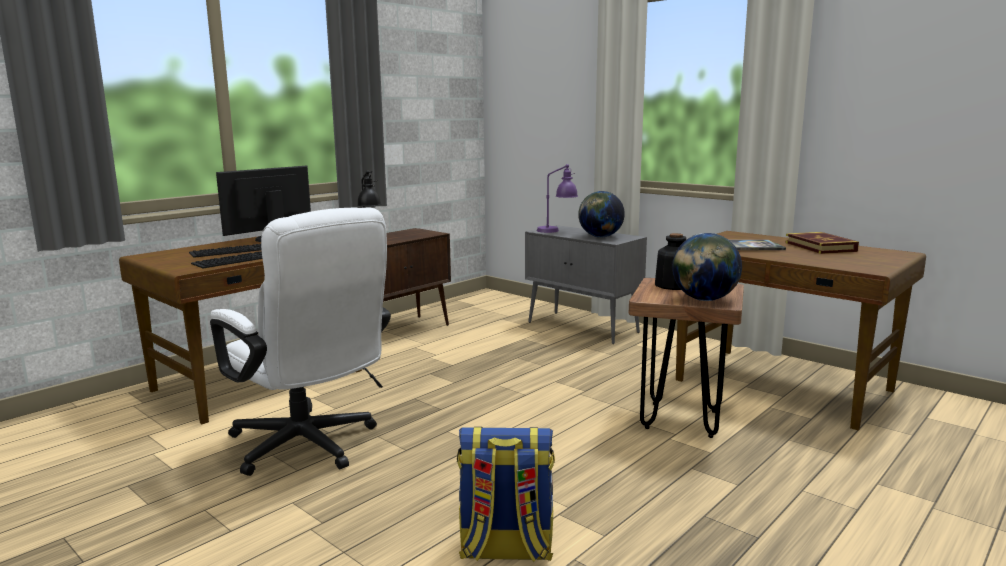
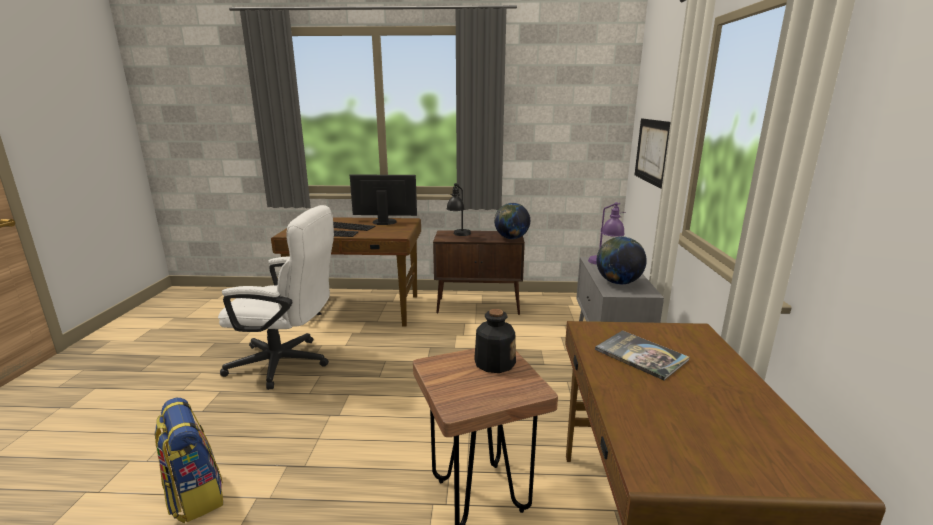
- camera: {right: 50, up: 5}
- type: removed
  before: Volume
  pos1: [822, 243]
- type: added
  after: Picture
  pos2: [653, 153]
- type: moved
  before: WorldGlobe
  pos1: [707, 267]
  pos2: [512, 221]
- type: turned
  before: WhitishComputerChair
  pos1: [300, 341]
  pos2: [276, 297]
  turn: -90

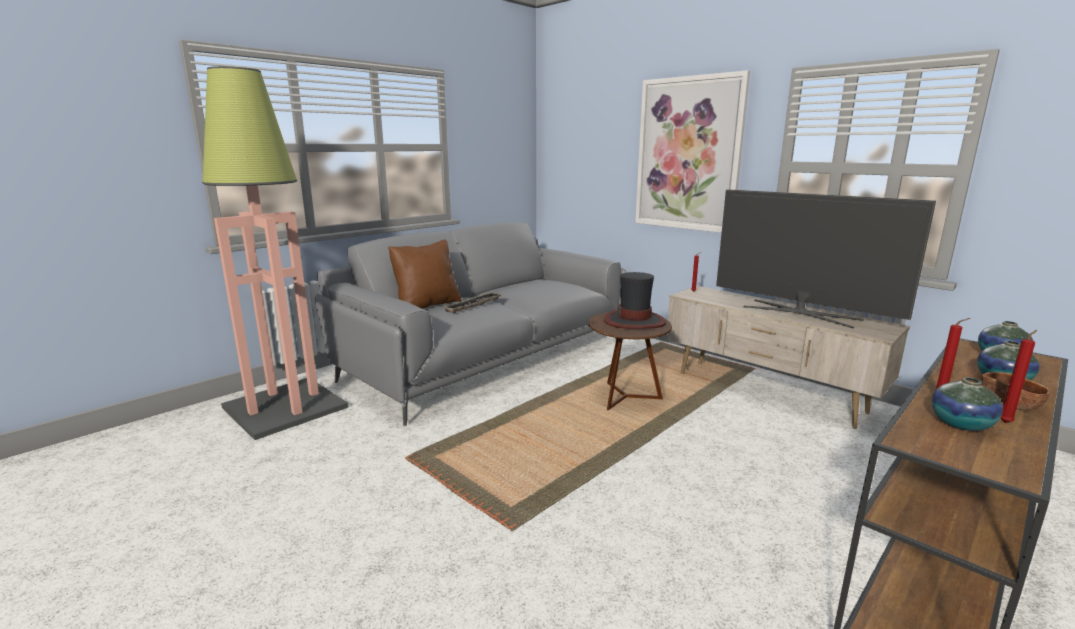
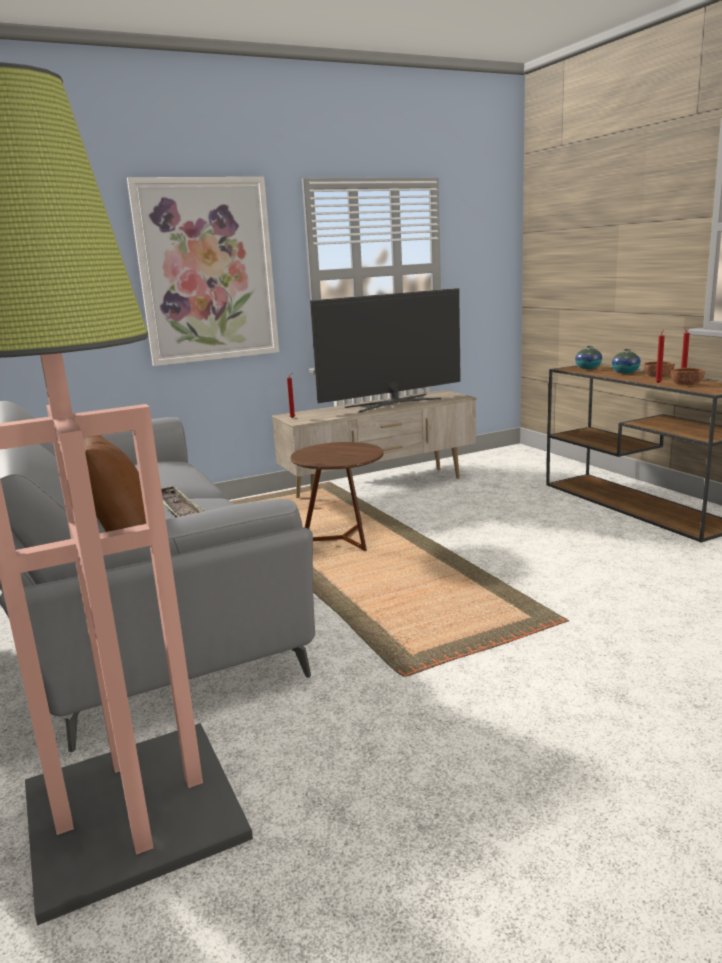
- camera: {right: -70, up: 0}
- type: removed
  before: WearableHat
  pos1: [635, 300]
- type: replaced
  before: Vase
  after: BrownBowl
  pos1: [967, 404]
  pos2: [688, 376]

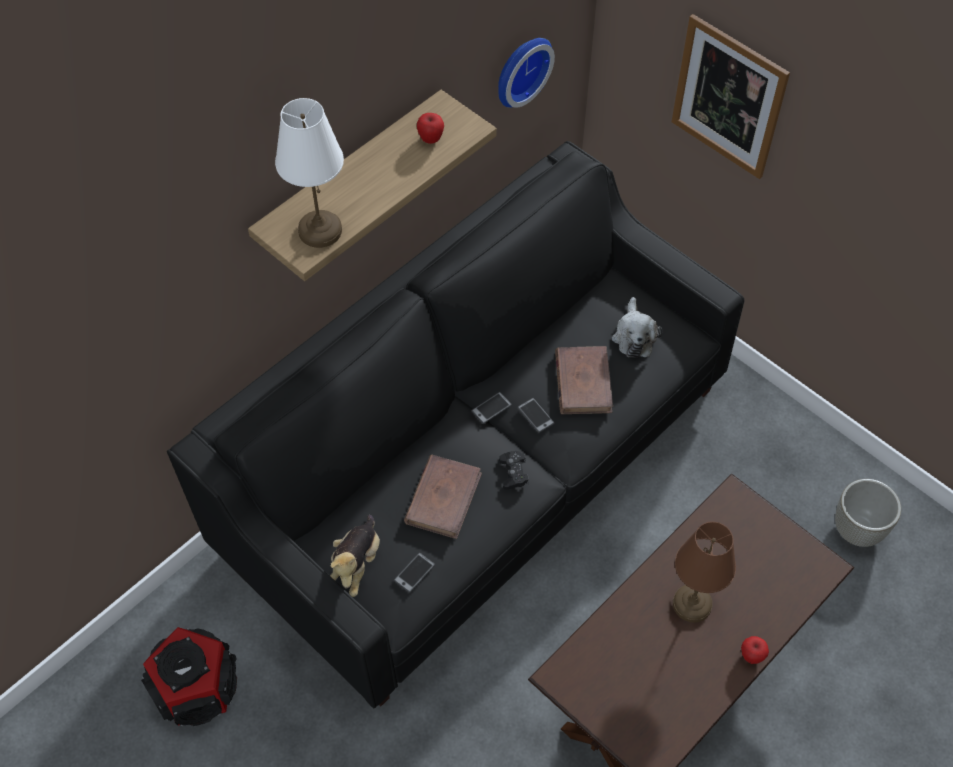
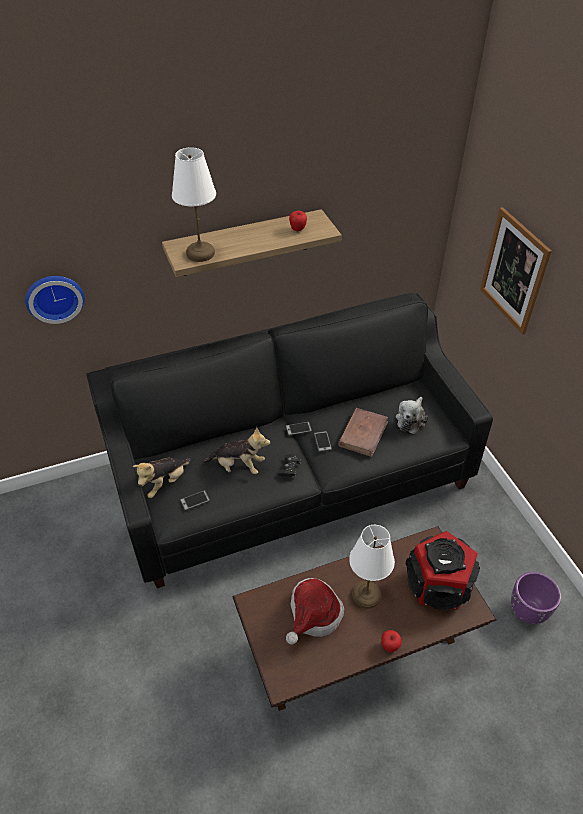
- camera: {right: 25, up: -10}
- type: added
  after: WearableHat
  pos2: [315, 611]
- type: moved
  before: Loudspeaker
  pos1: [189, 676]
  pos2: [443, 570]
- type: moved
  before: HangingClock
  pos1: [526, 73]
  pos2: [55, 300]
- type: replaced
  before: BrownVolume
  after: PlushToy
  pos1: [443, 496]
  pos2: [236, 450]
- type: recoloured
  before: BrownTableLamp
  after: WhitishTableLamp
  pos1: [704, 572]
  pos2: [372, 567]
- type: recoloured
  before: GreyishFlowerPot
  after: PurpleFlowerPot
  pos1: [868, 513]
  pos2: [536, 598]

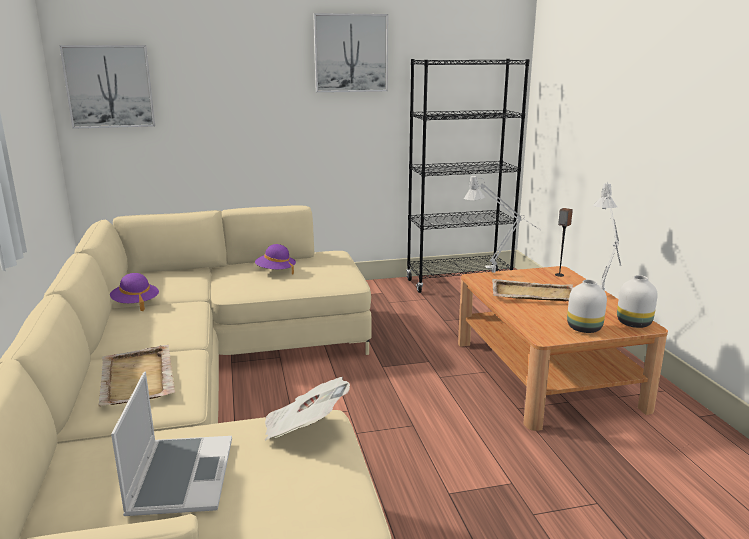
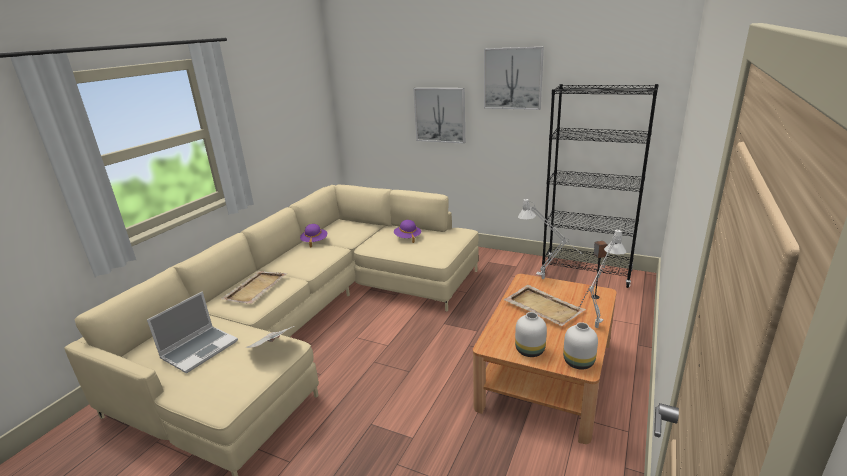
- camera: {right: 40, up: 5}
- type: moved
  before: Picture
  pos1: [107, 87]
  pos2: [439, 116]

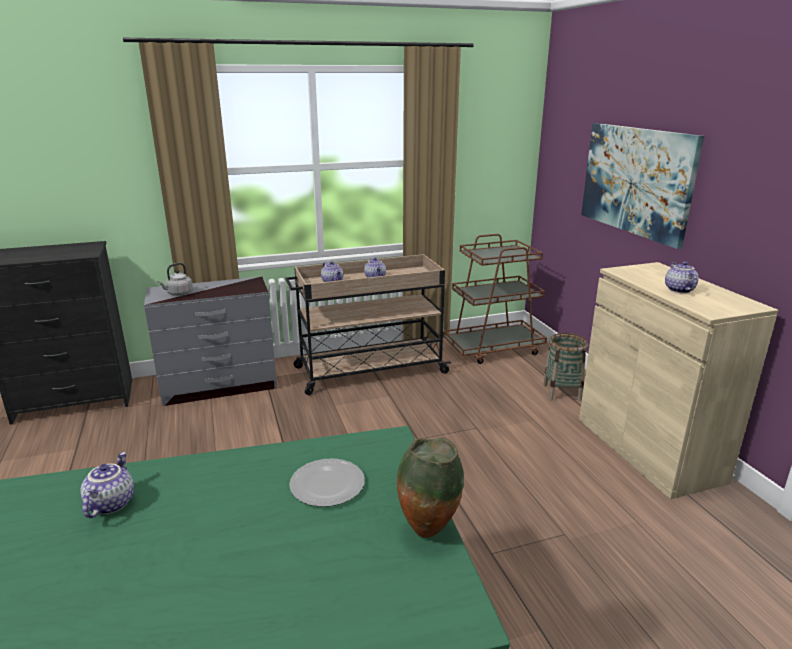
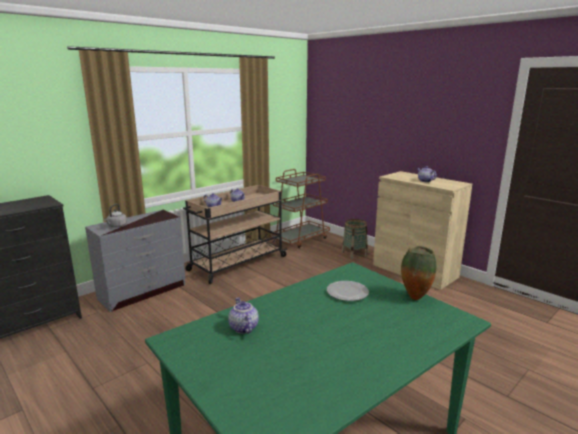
- camera: {right: -25, up: -5}
- type: removed
  before: Picture
  pos1: [642, 186]

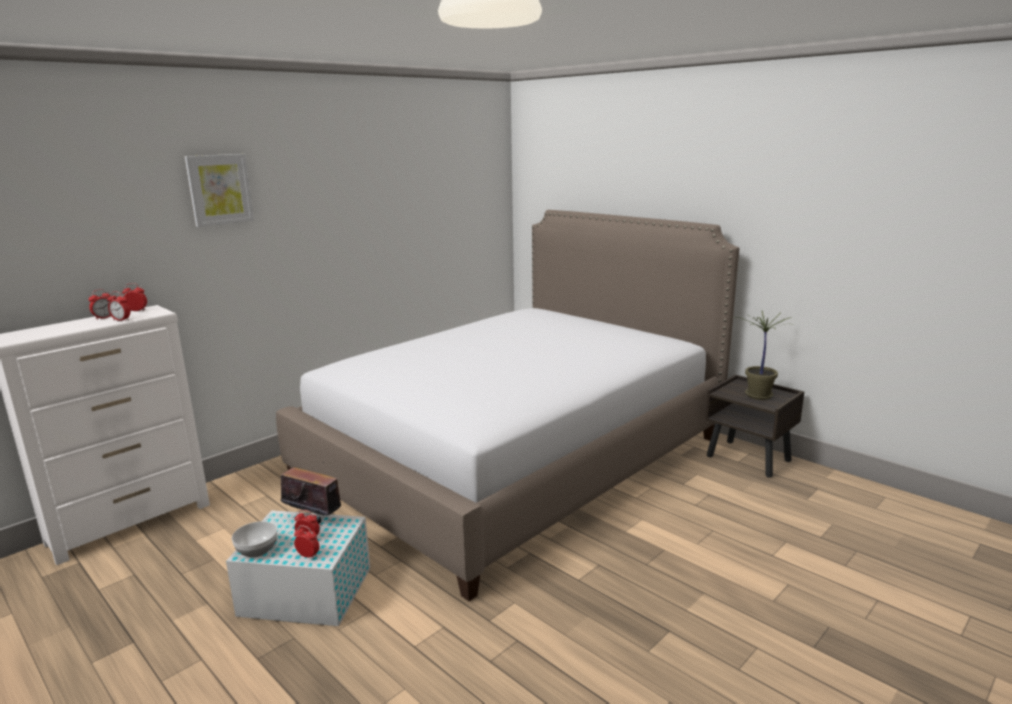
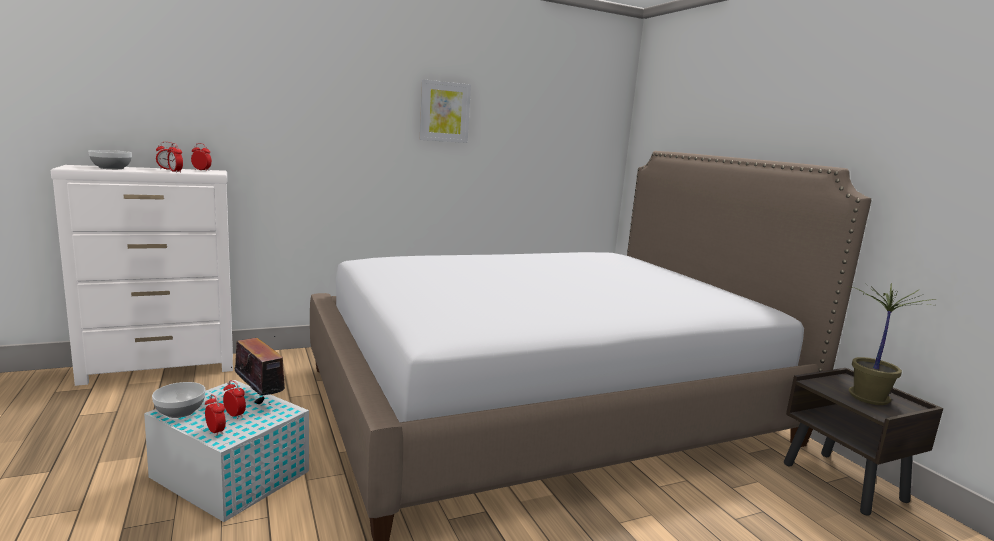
- camera: {right: 20, up: -5}
- type: added
  after: Bowl
  pos2: [110, 159]
- type: moved
  before: Picture
  pos1: [219, 190]
  pos2: [445, 111]

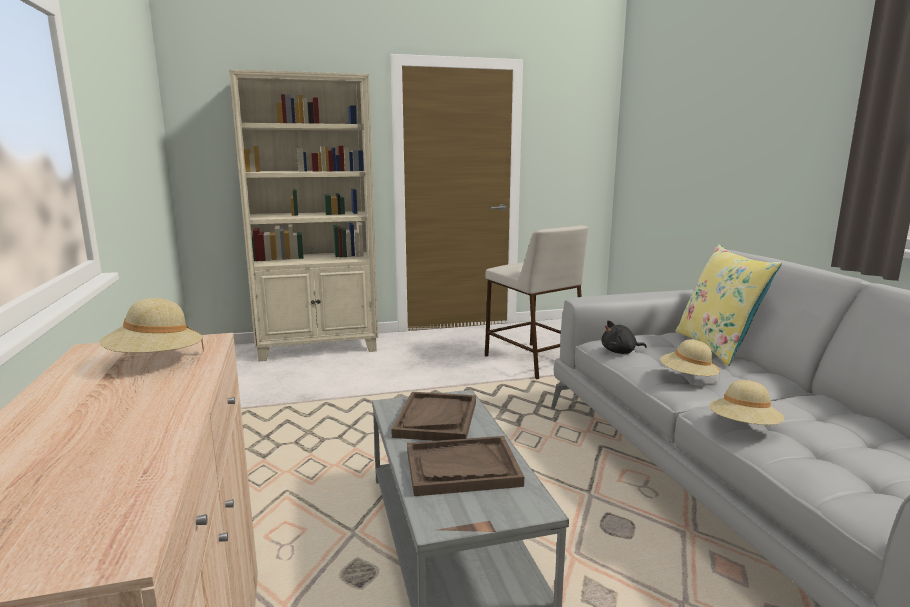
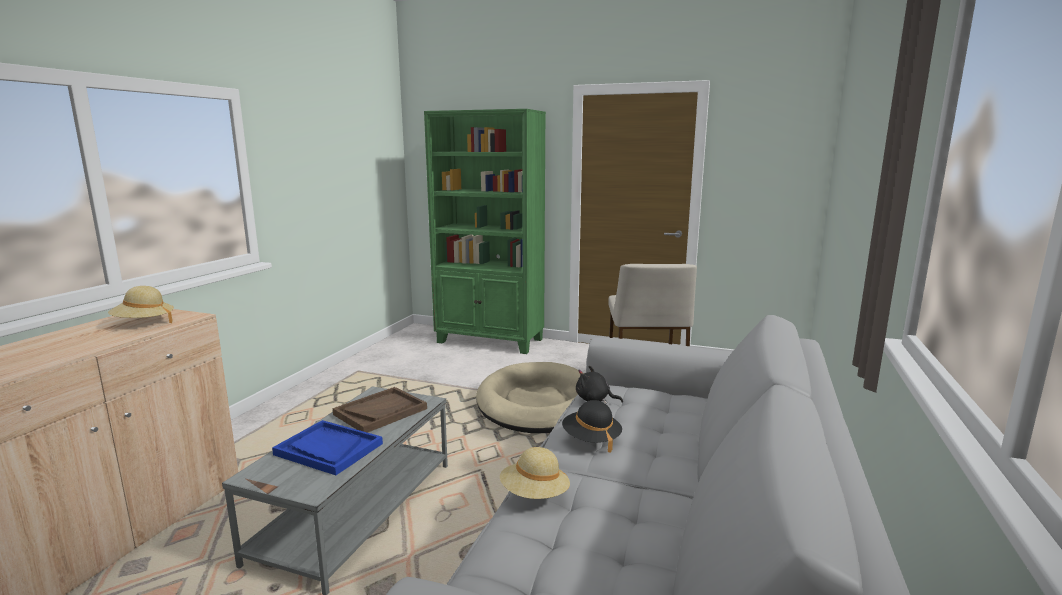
- camera: {right: 35, up: 0}
- type: removed
  before: YellowColouredThrowPillow
  pos1: [729, 305]
- type: added
  after: SandColouredPetBed
  pos2: [530, 397]
- type: recoloured
  before: SandColouredBookcase
  after: GreenBookcase
  pos1: [303, 215]
  pos2: [485, 231]
- type: recoloured
  before: BrownServingTray
  after: BlueColouredServingTray
  pos1: [465, 466]
  pos2: [327, 447]
- type: recoloured
  before: SandColouredWearableHat
  after: BlackishWearableHat
  pos1: [690, 357]
  pos2: [592, 426]

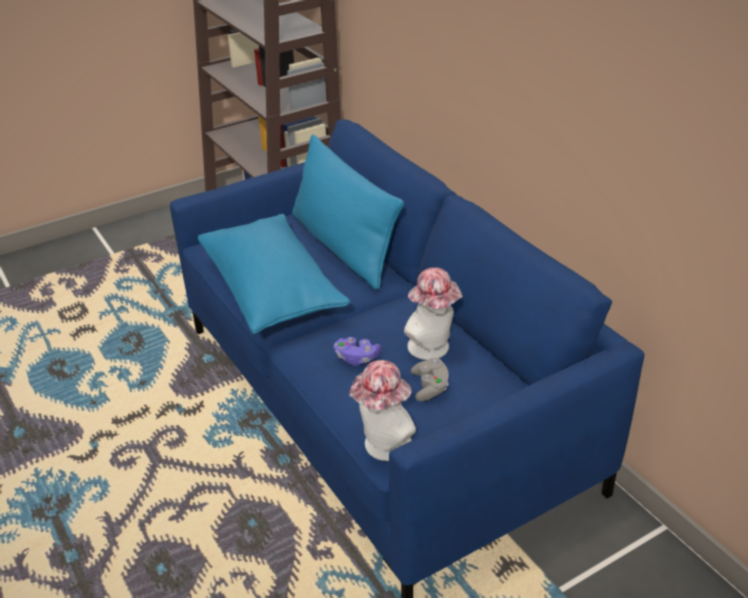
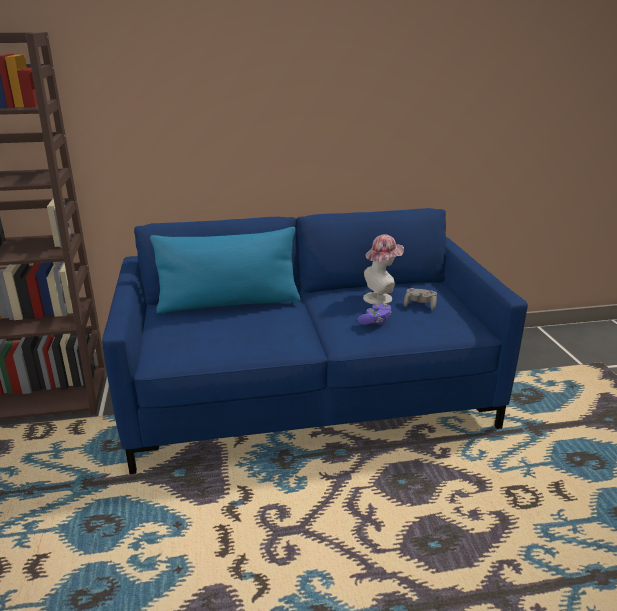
- camera: {right: -70, up: -10}
- type: removed
  before: BlueColouredThrowPillow
  pos1: [274, 274]
- type: removed
  before: WearableHat
  pos1: [382, 410]

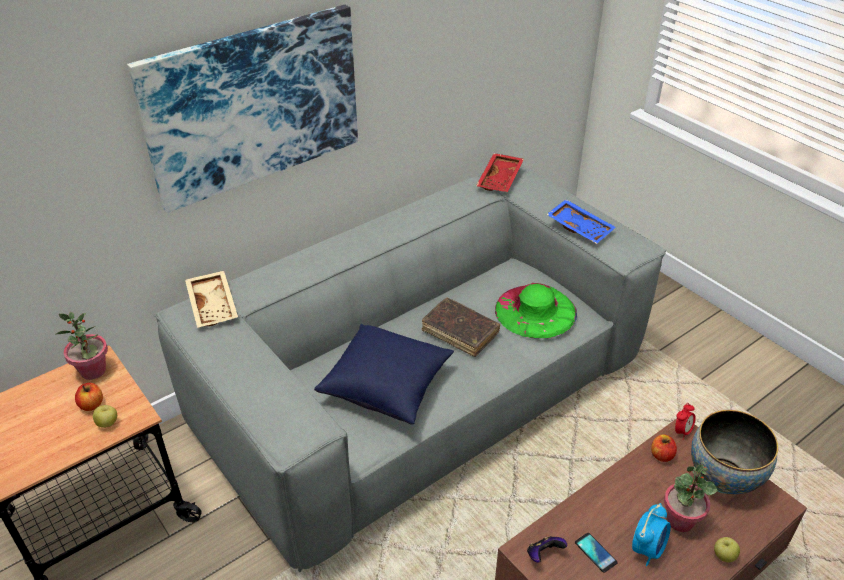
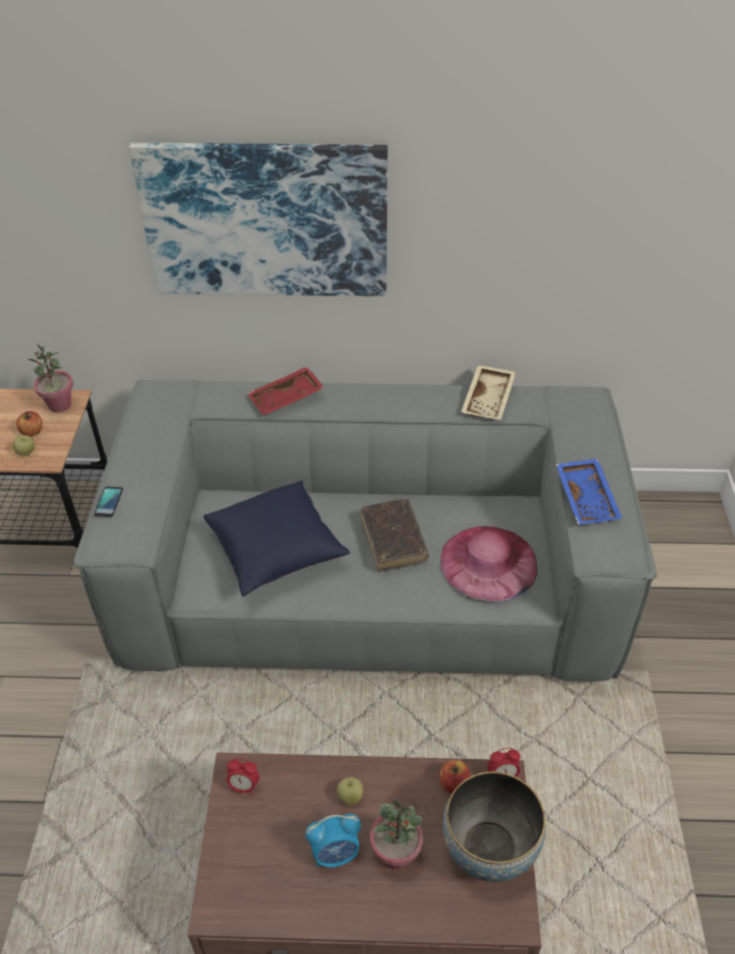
- camera: {right: 40, up: 5}
- type: moved
  before: SandColouredServingTray
  pos1: [211, 299]
  pos2: [488, 392]
- type: moved
  before: ReddishServingTray
  pos1: [500, 172]
  pos2: [285, 391]
- type: moved
  before: Telephone
  pos1: [596, 553]
  pos2: [108, 502]
- type: moved
  before: WholeApple
  pos1: [727, 549]
  pos2: [350, 791]
- type: replaced
  before: GameController
  after: AlarmClock
  pos1: [547, 549]
  pos2: [243, 776]
- type: recoloured
  before: GreenWearableHat
  after: PinkColouredWearableHat
  pos1: [536, 311]
  pos2: [488, 564]

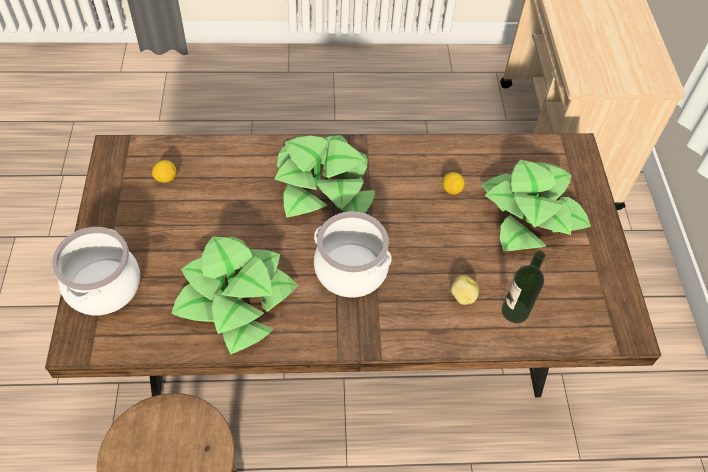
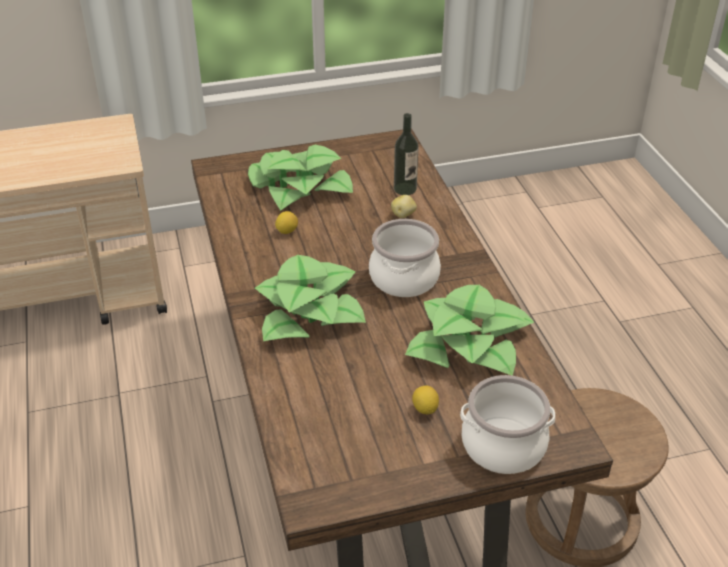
- camera: {right: -100, up: -15}
- type: moved
  before: Lemon
  pos1: [164, 171]
  pos2: [425, 400]

